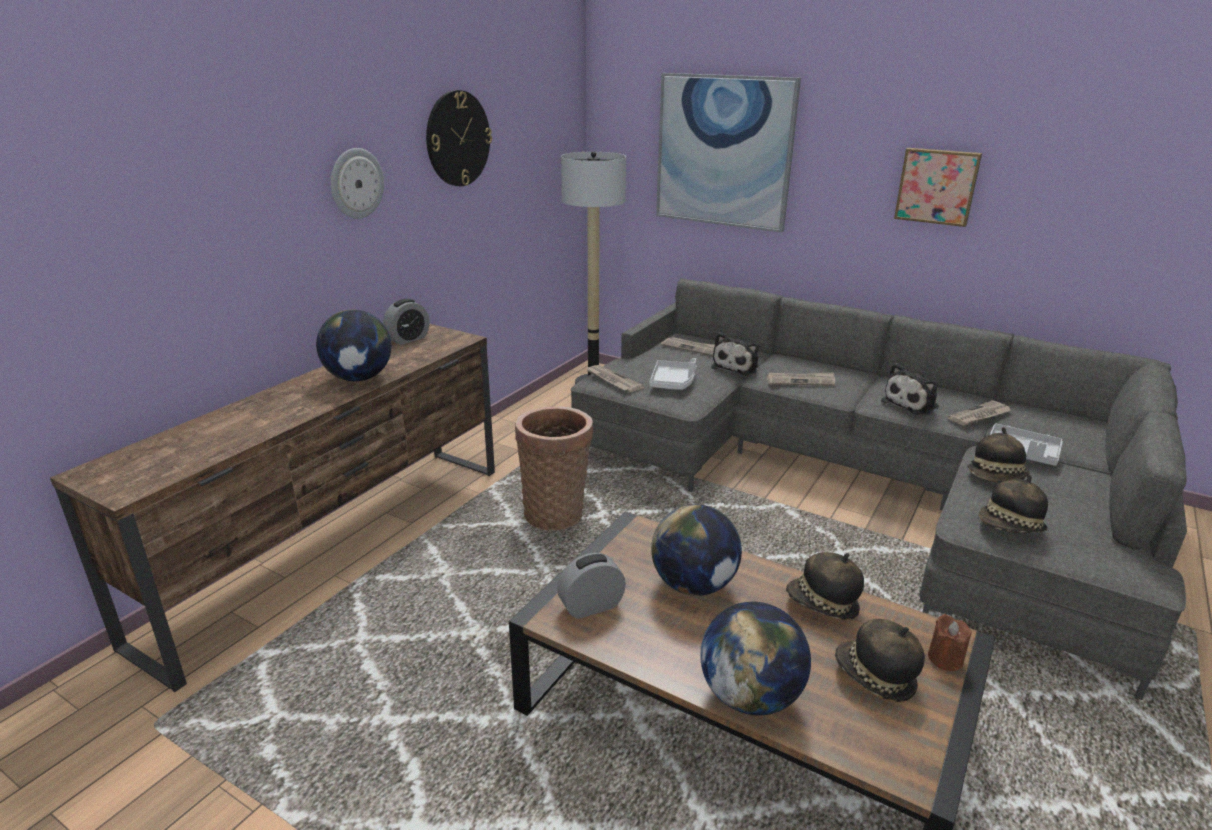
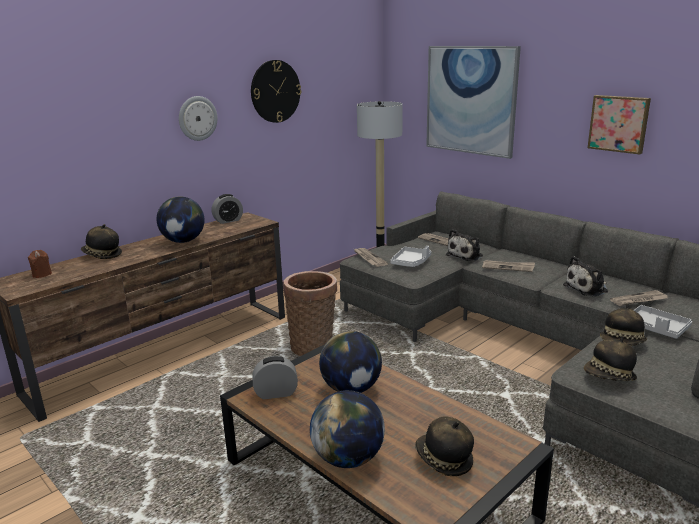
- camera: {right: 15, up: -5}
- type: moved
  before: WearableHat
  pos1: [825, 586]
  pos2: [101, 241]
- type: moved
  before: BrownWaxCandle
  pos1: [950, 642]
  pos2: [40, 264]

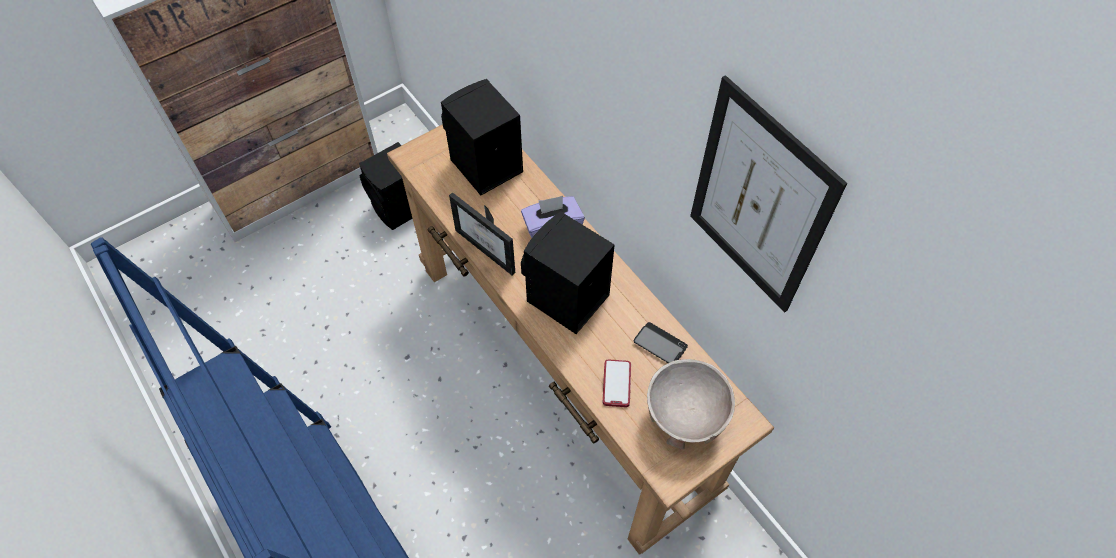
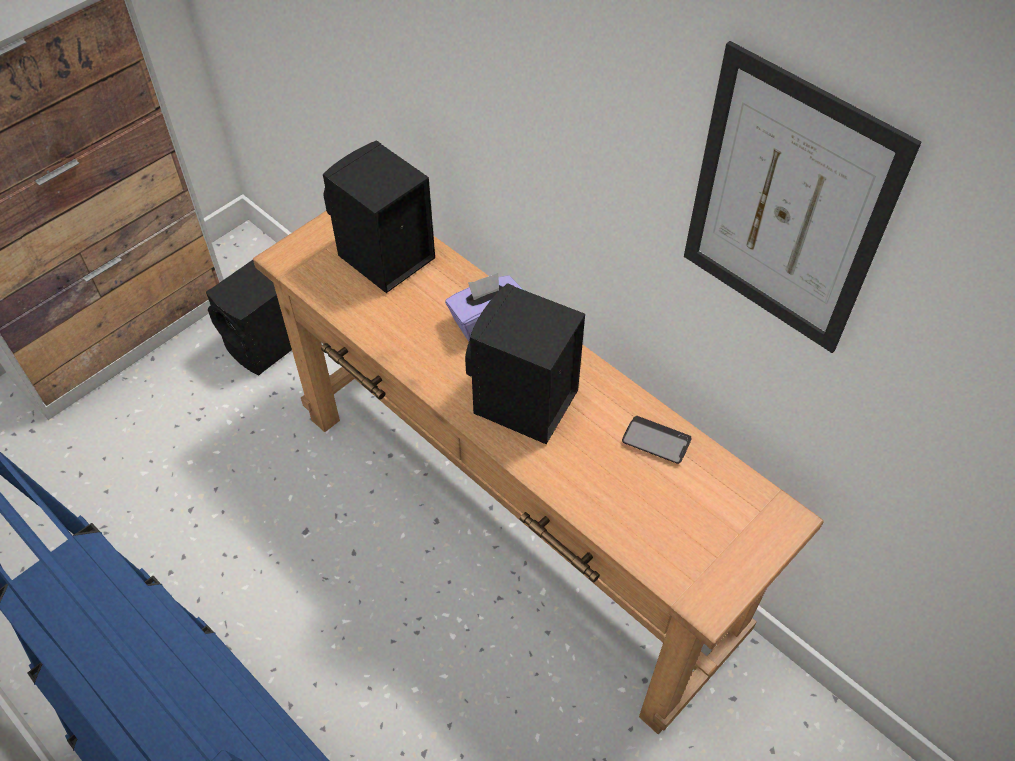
- camera: {right: -10, up: -5}
- type: removed
  before: PhotoFrame
  pos1: [482, 233]
- type: removed
  before: Telephone
  pos1: [617, 383]
- type: removed
  before: SandColouredBowl
  pos1: [691, 404]

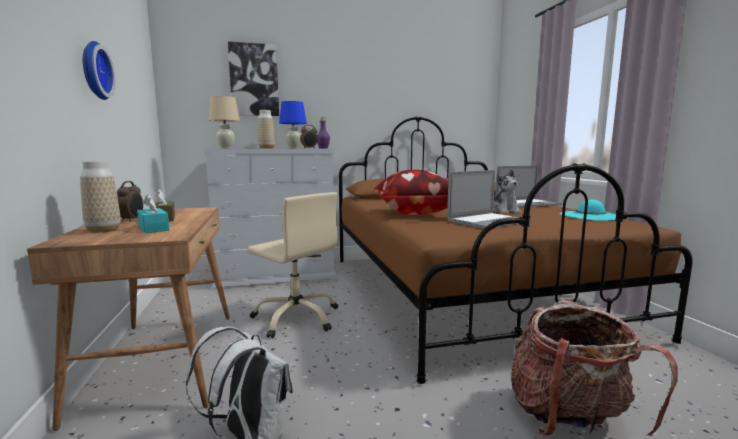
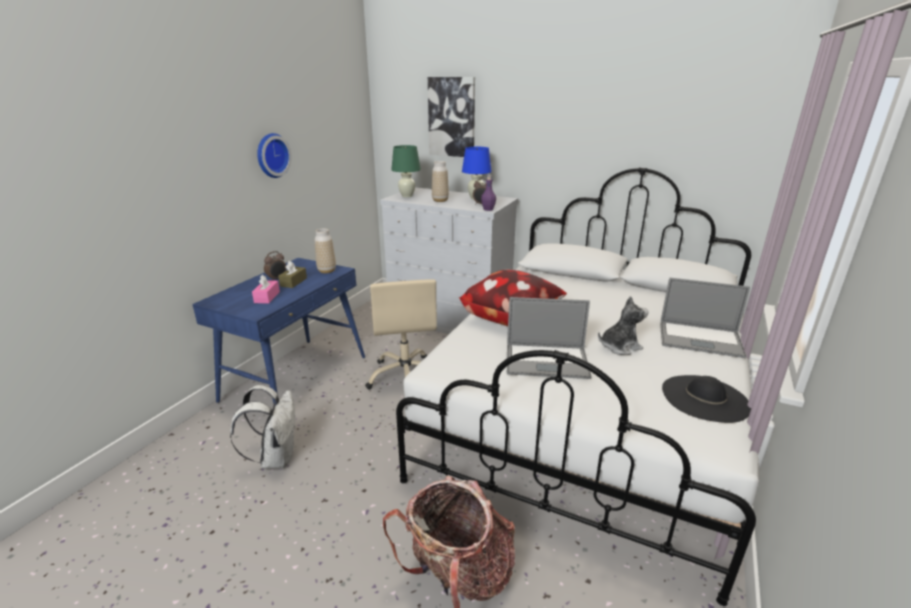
- camera: {right: 40, up: 15}
- type: moved
  before: Vase
  pos1: [100, 197]
  pos2: [325, 251]
- type: recoloured
  before: BrownDeskTable
  after: BlueColouredDeskTable
  pos1: [128, 319]
  pos2: [278, 331]
- type: recoloured
  before: TurquoiseTissueBox
  after: PinkColouredTissueBox
  pos1: [153, 213]
  pos2: [266, 289]
- type: recoloured
  before: SandColouredTableLamp
  after: GreenTableLamp
  pos1: [224, 122]
  pos2: [406, 171]
- type: recoloured
  before: BrownBed
  after: WhitishBed
  pos1: [516, 250]
  pos2: [577, 386]
- type: recoloured
  before: TurquoiseWearableHat
  after: BlackishWearableHat
  pos1: [587, 210]
  pos2: [706, 399]
- type: turned
  before: PlushToy
  pos1: [507, 191]
  pos2: [623, 325]
  turn: -135

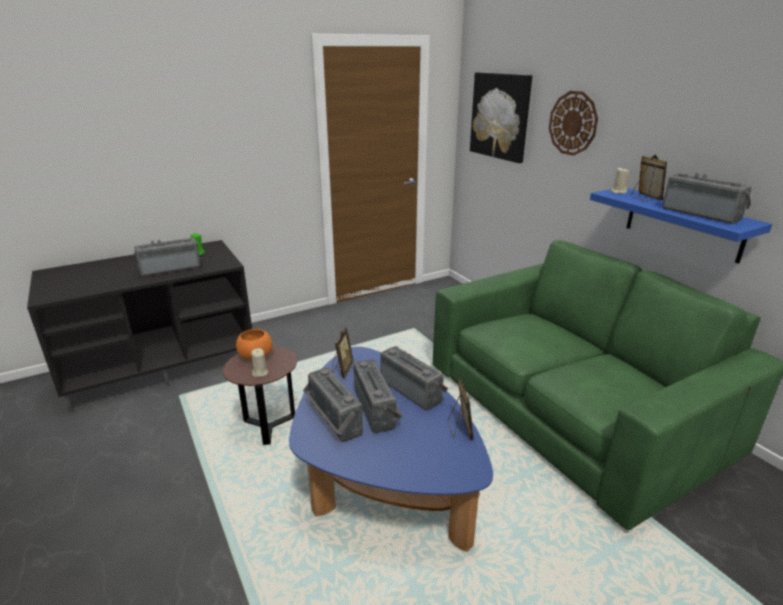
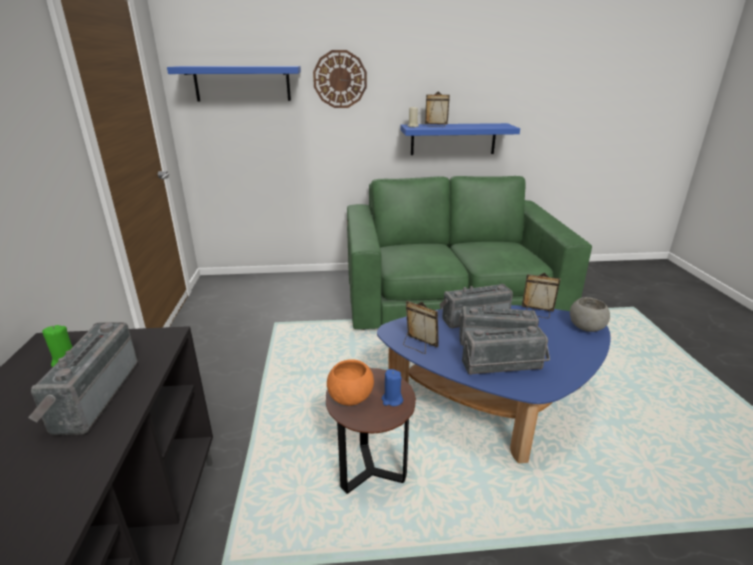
- camera: {right: -65, up: 0}
- type: removed
  before: RadioReceiver
  pos1: [707, 198]
- type: added
  after: GreyishBowl
  pos2: [590, 314]
- type: replaced
  before: Picture
  after: BlueColouredShelf
  pos1: [501, 117]
  pos2: [234, 83]
- type: recoloured
  before: SandColouredWaxCandle
  after: BlueColouredWaxCandle
  pos1: [259, 363]
  pos2: [392, 387]

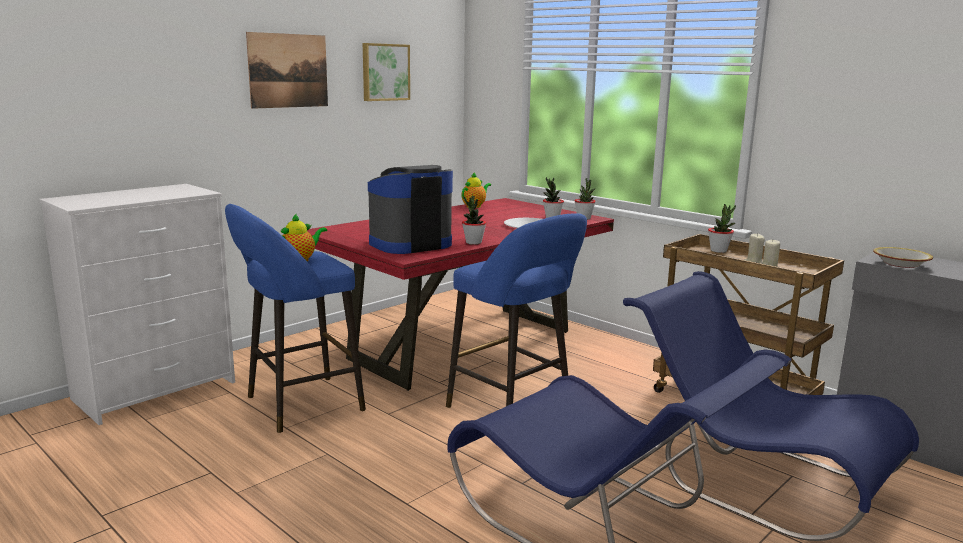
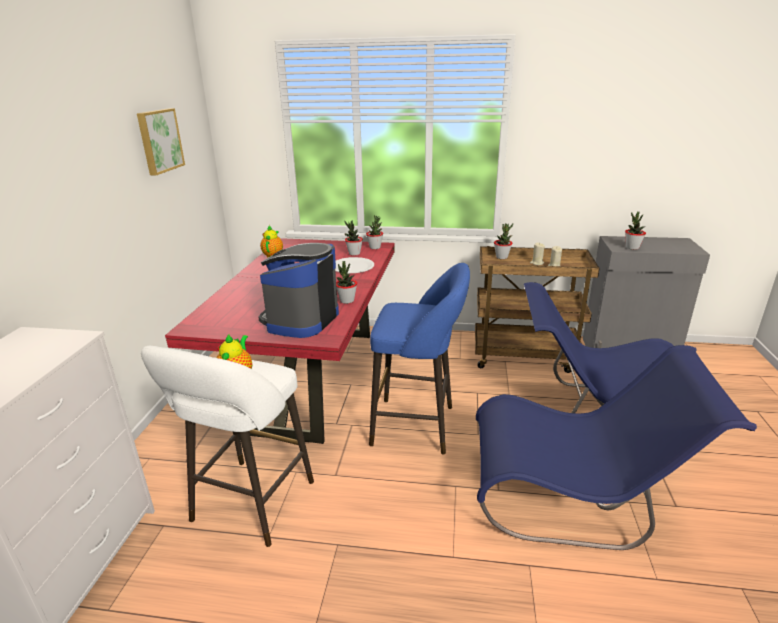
- camera: {right: -35, up: 10}
- type: removed
  before: Picture
  pos1: [287, 70]
- type: replaced
  before: Bowl
  after: PottedPlant
  pos1: [903, 257]
  pos2: [635, 231]
- type: recoloured
  before: BlueColouredSittingStool
  after: WhitishSittingStool
  pos1: [295, 318]
  pos2: [227, 446]

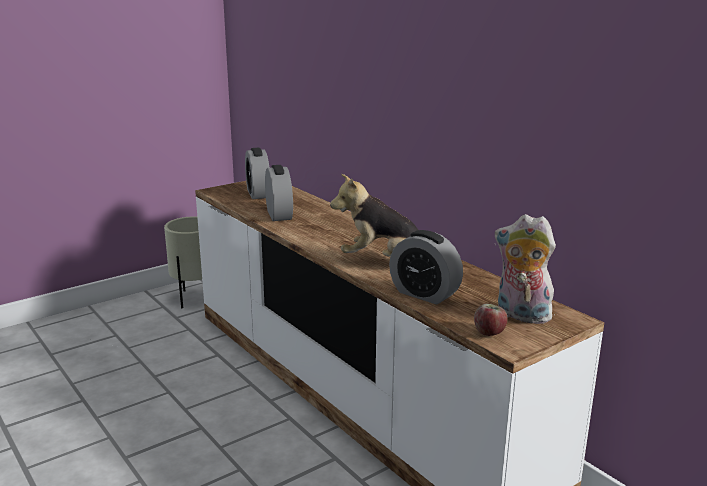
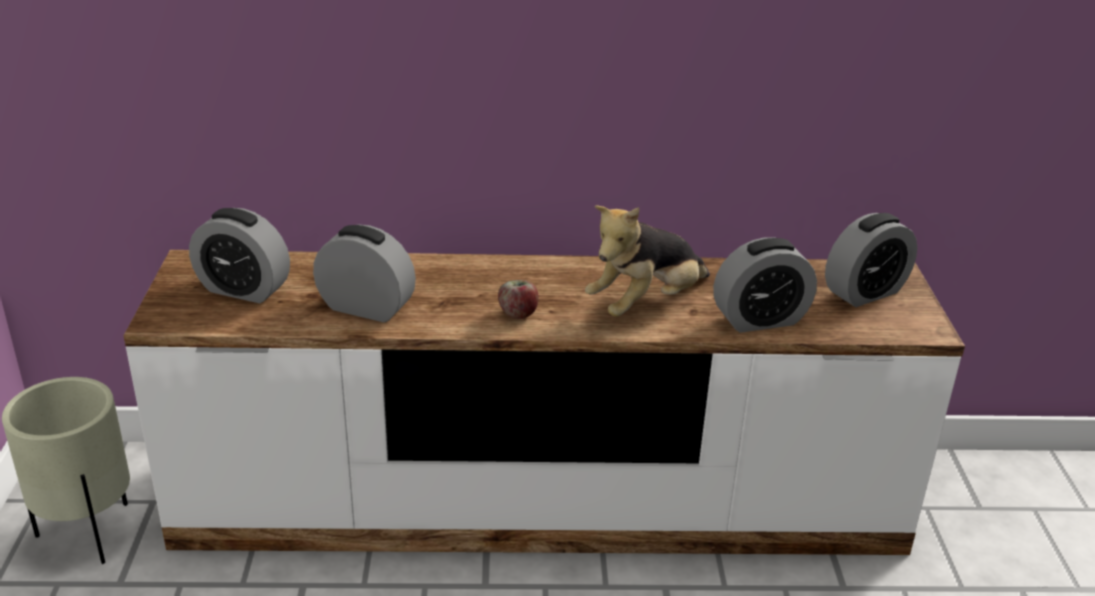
- camera: {right: -55, up: 10}
- type: moved
  before: WholeApple
  pos1: [491, 320]
  pos2: [518, 299]
- type: replaced
  before: PlushToy
  after: AlarmClock
  pos1: [525, 269]
  pos2: [871, 260]

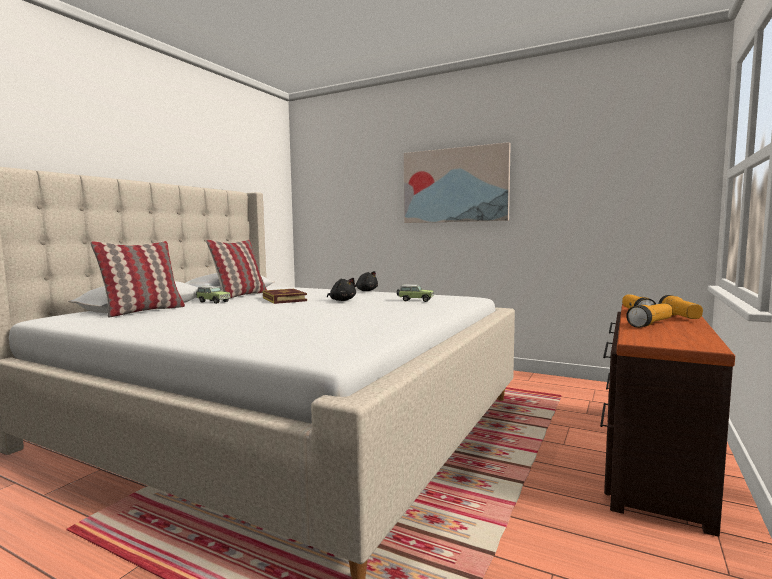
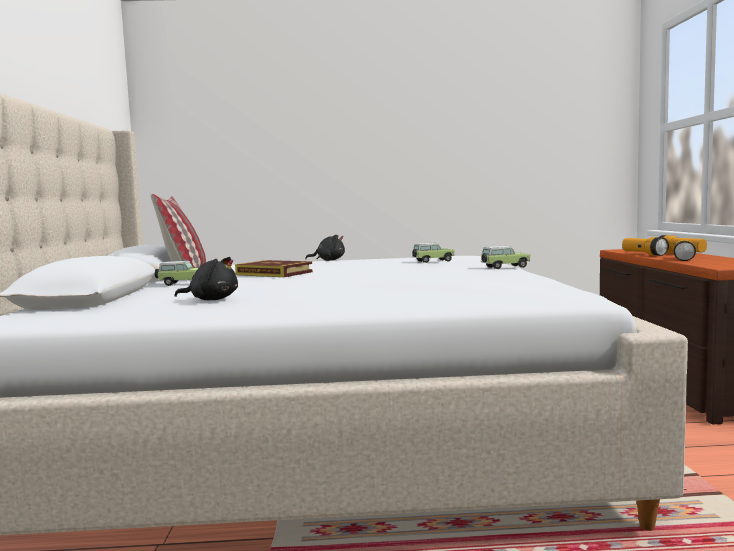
- camera: {right: -30, up: 0}
- type: removed
  before: ThrowPillow
  pos1: [138, 279]
- type: removed
  before: Picture
  pos1: [457, 182]
- type: added
  after: ToyCar
  pos2: [505, 257]
- type: moved
  before: BlackishPlushToy
  pos1: [341, 289]
  pos2: [206, 278]

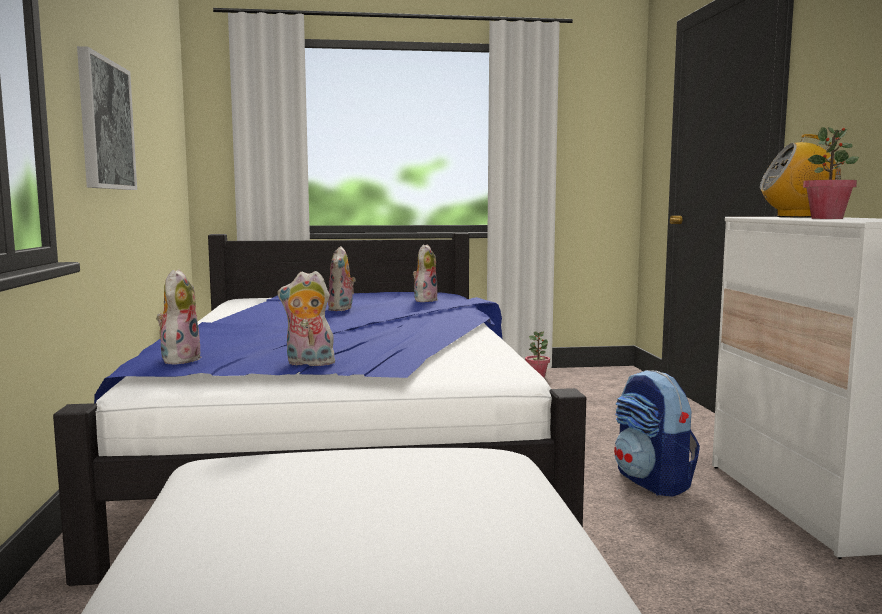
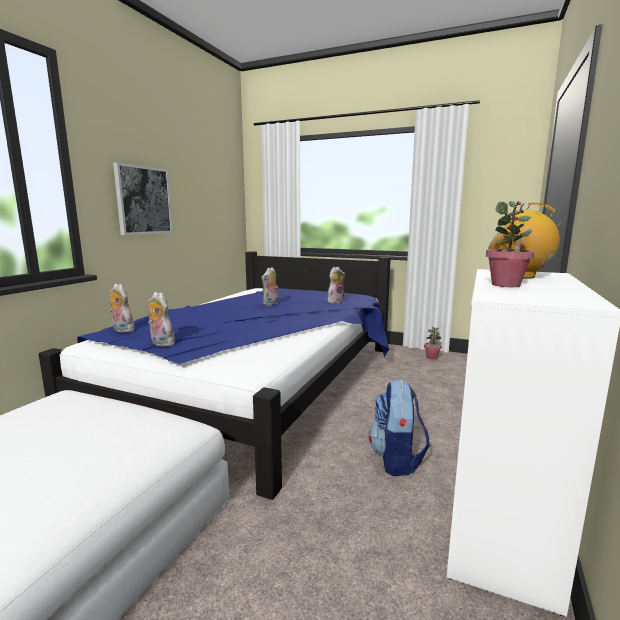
- camera: {right: 30, up: 5}
- type: turned
  before: PlushToy
  pos1: [179, 317]
  pos2: [121, 308]
  turn: -90

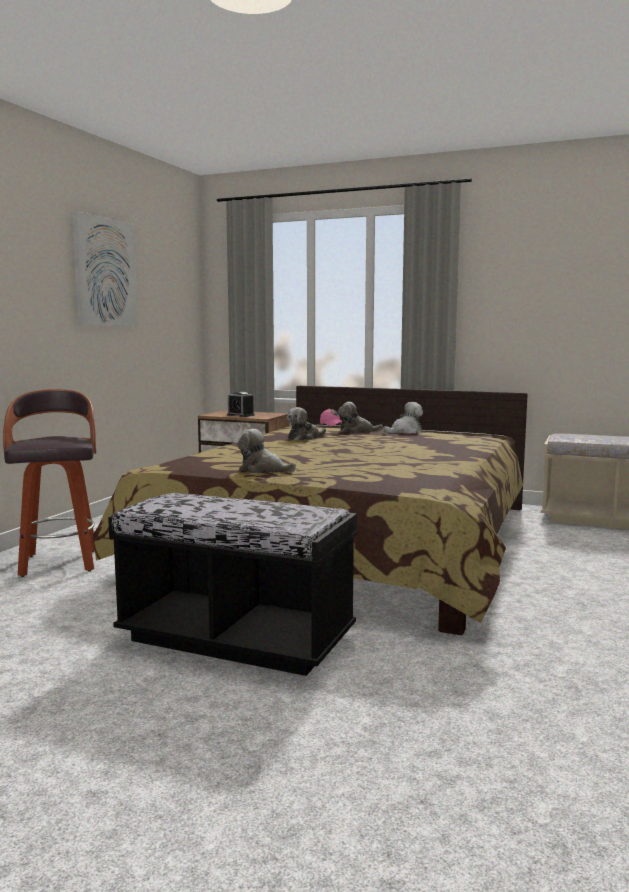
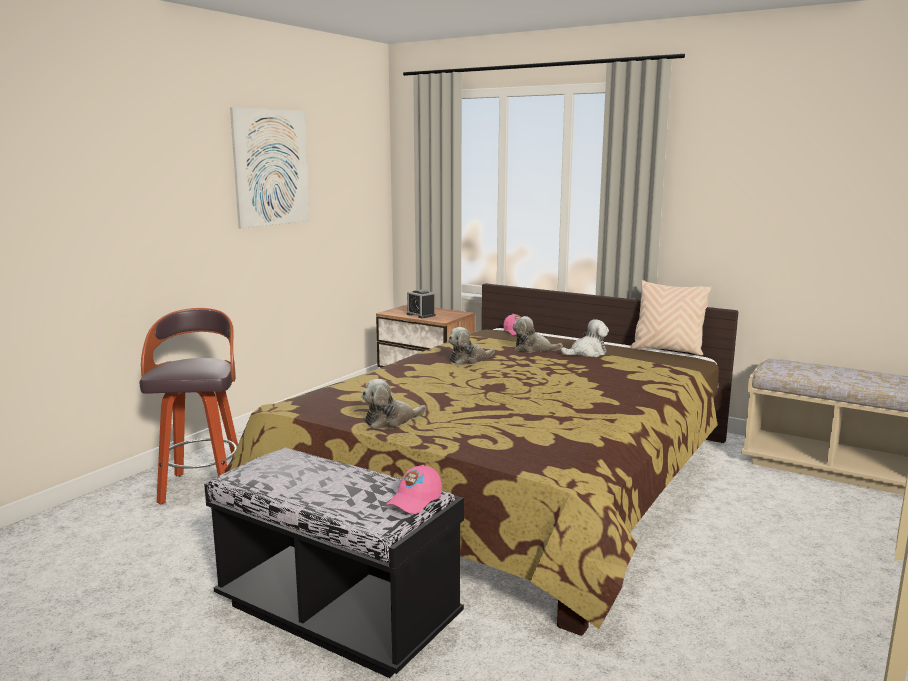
- camera: {right: 10, up: 5}
- type: added
  after: PinkColouredBaseballCap
  pos2: [413, 489]
- type: added
  after: SandColouredThrowPillow
  pos2: [671, 318]
- type: turned
  before: PlushToy
  pos1: [267, 451]
  pos2: [394, 404]
  turn: -60

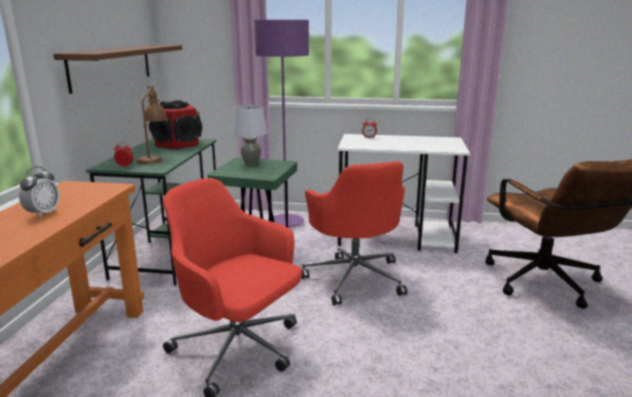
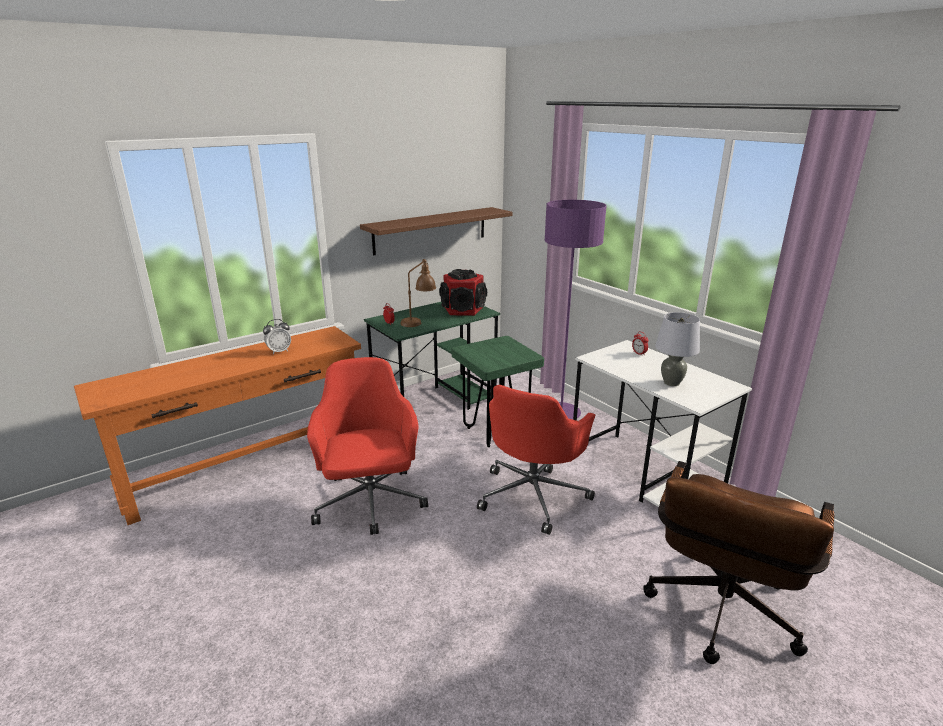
- camera: {right: 45, up: 5}
- type: moved
  before: GreyishTableLamp
  pos1: [249, 135]
  pos2: [677, 349]

